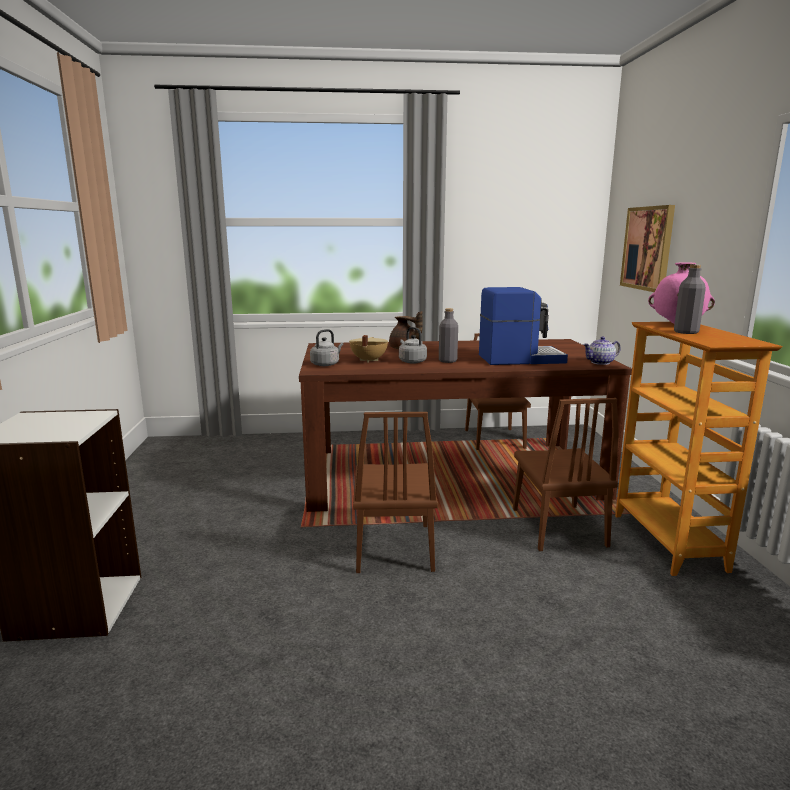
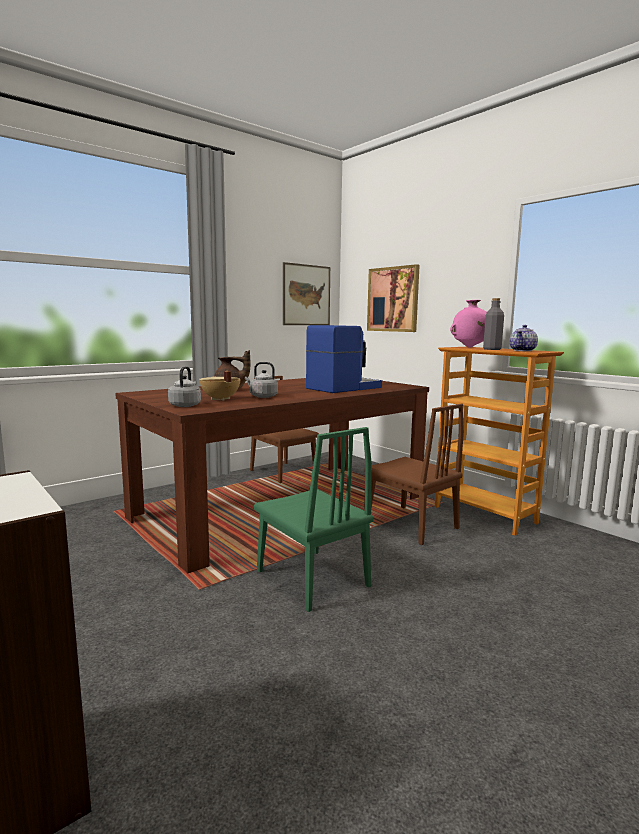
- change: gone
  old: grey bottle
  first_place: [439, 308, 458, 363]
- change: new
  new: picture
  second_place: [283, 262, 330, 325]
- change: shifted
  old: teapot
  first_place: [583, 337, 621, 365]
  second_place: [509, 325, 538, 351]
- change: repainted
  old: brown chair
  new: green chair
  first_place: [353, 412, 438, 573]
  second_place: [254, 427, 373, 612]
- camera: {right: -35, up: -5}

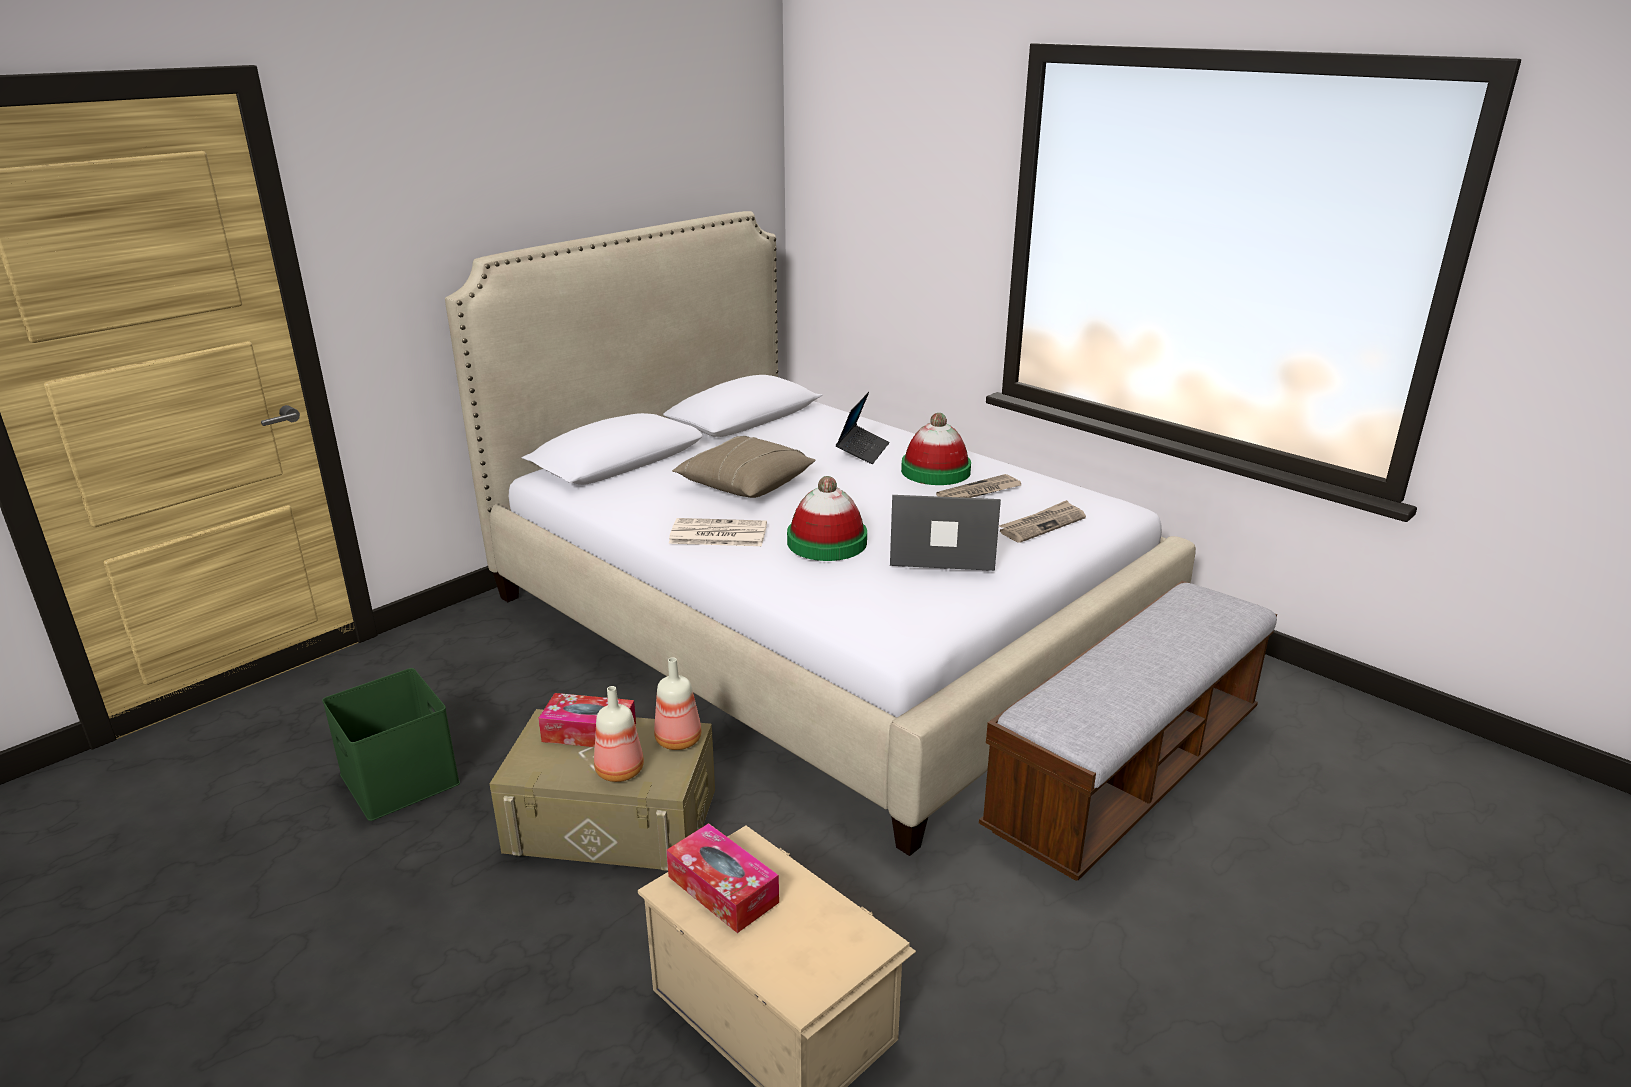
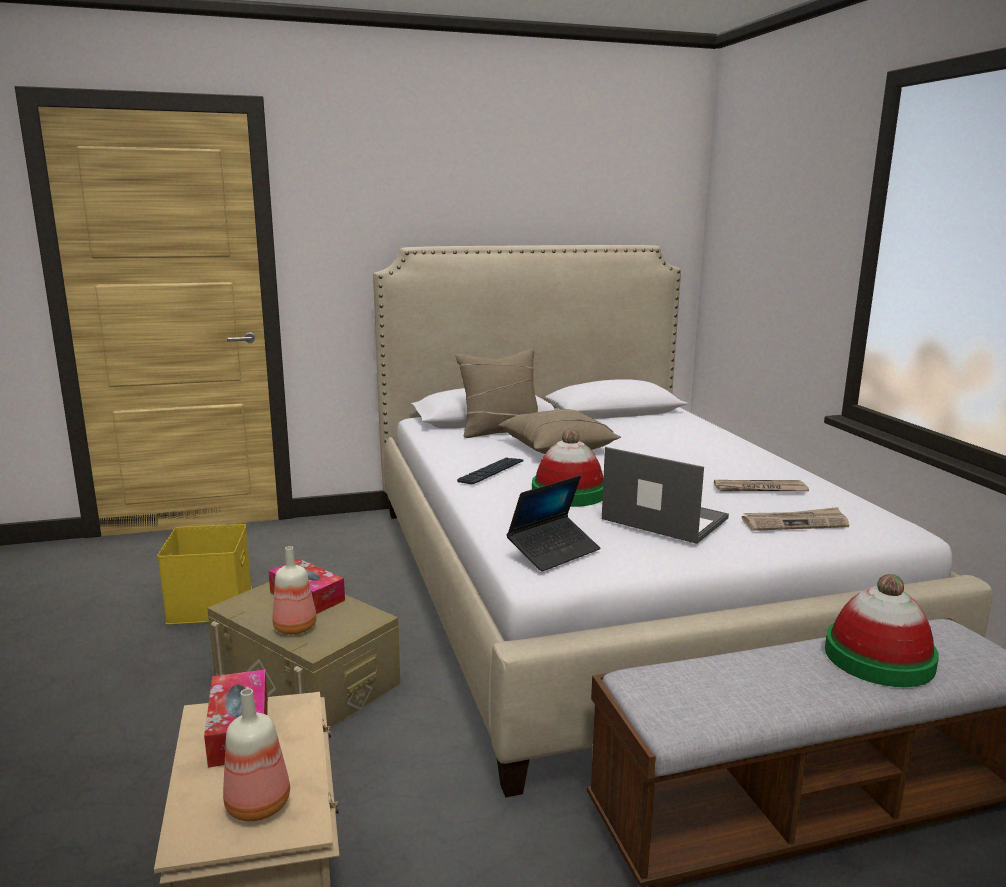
- change: new
  new: beige pillow
  second_place: [455, 349, 538, 438]
- change: shifted
  old: bottle
  first_place: [654, 657, 702, 750]
  second_place: [223, 688, 290, 821]
- change: shifted
  old: laptop
  first_place: [836, 392, 890, 464]
  second_place: [506, 475, 600, 572]
- change: shifted
  old: hat
  first_place: [901, 413, 971, 485]
  second_place: [825, 574, 939, 687]
- change: swapped
  old: newspaper
  new: keyboard
  first_place: [669, 518, 767, 546]
  second_place: [457, 458, 523, 485]
- change: repainted
  old: green storage box
  new: yellow storage box
  first_place: [322, 668, 460, 821]
  second_place: [157, 524, 252, 625]
- camera: {right: 30, up: -10}

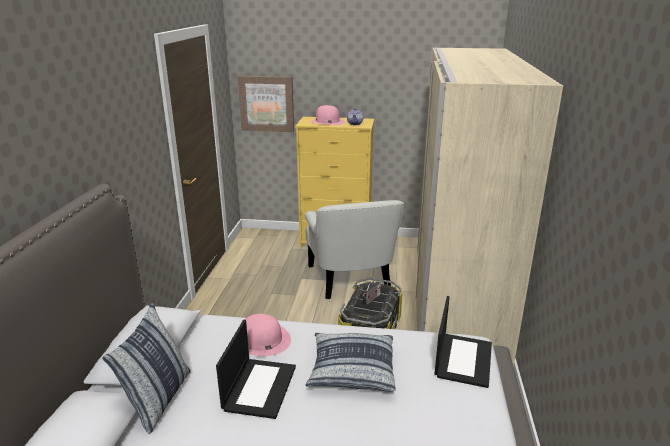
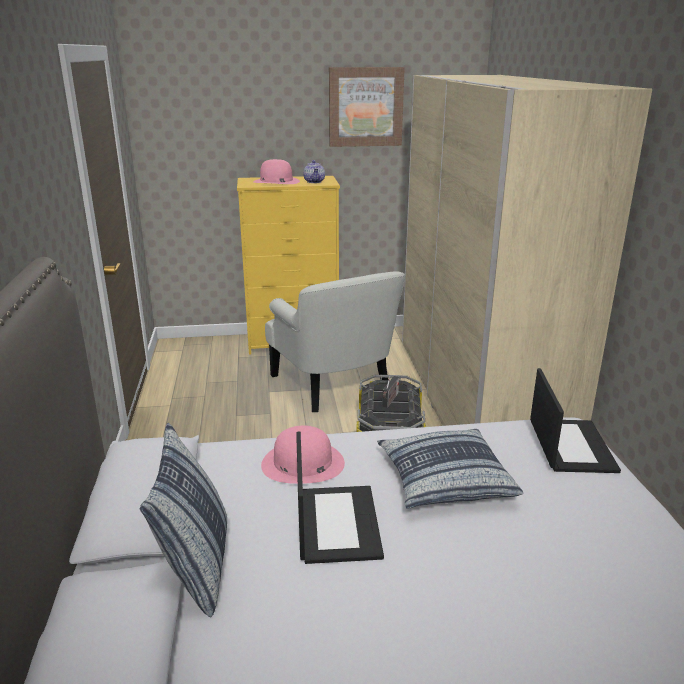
- change: shifted
  old: picture
  first_place: [238, 76, 294, 132]
  second_place: [329, 67, 405, 147]
- camera: {right: -15, up: 0}

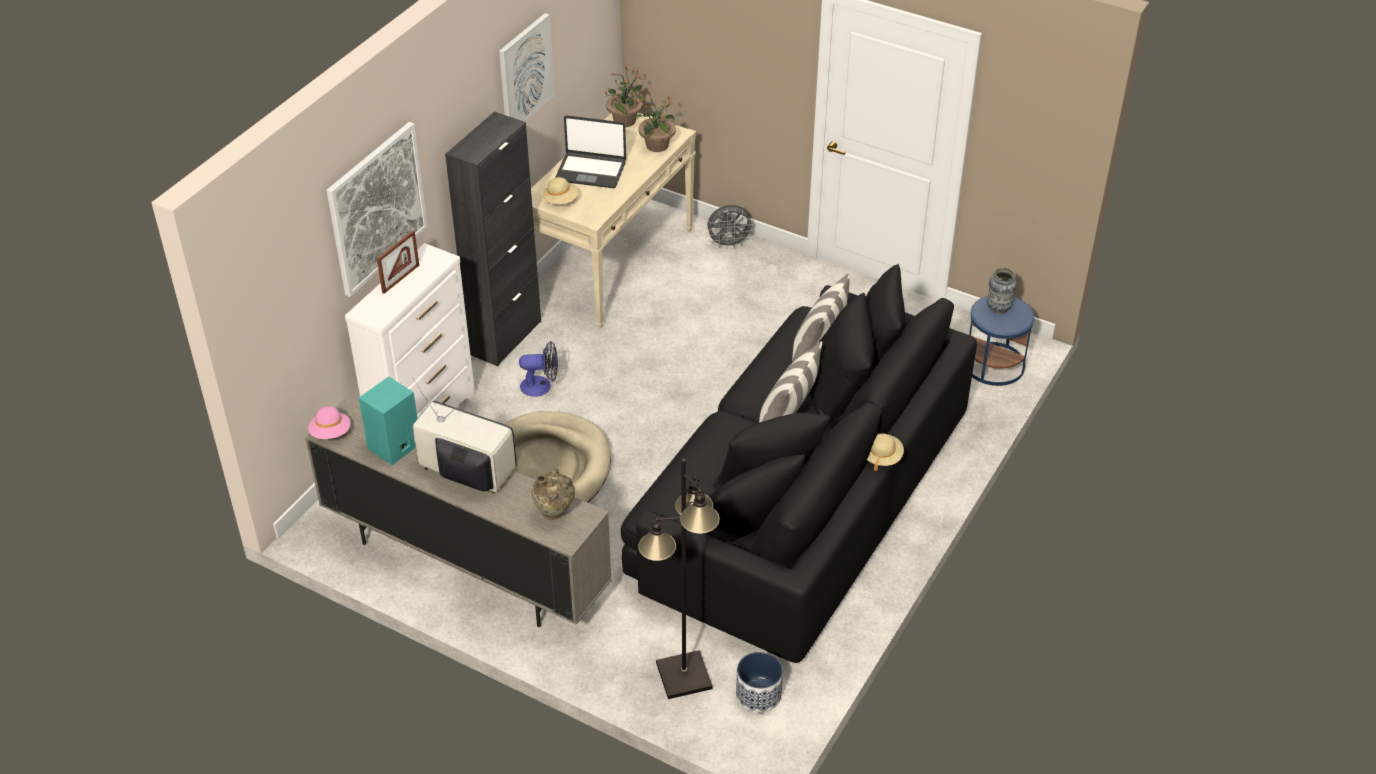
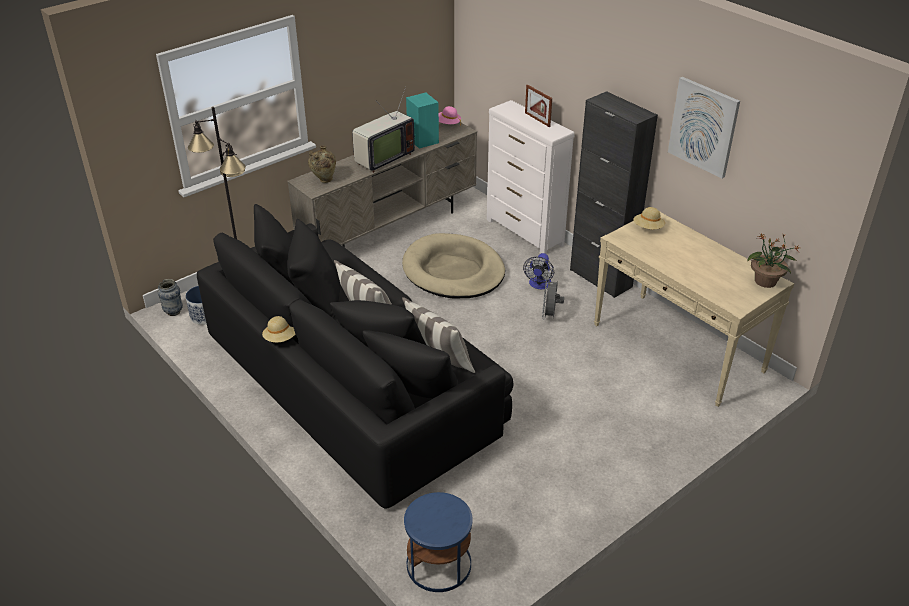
- change: gone
  old: picture
  first_place: [326, 122, 428, 297]
- change: gone
  old: laptop
  first_place: [555, 116, 626, 188]
- change: gone
  old: potted plant
  first_place: [633, 90, 676, 152]
- change: shifted
  old: grey fan
  first_place: [706, 205, 755, 249]
  second_place: [542, 277, 564, 320]
- change: shifted
  old: vase
  first_place: [987, 267, 1017, 314]
  second_place: [158, 279, 183, 316]
- camera: {right: 110, up: -5}

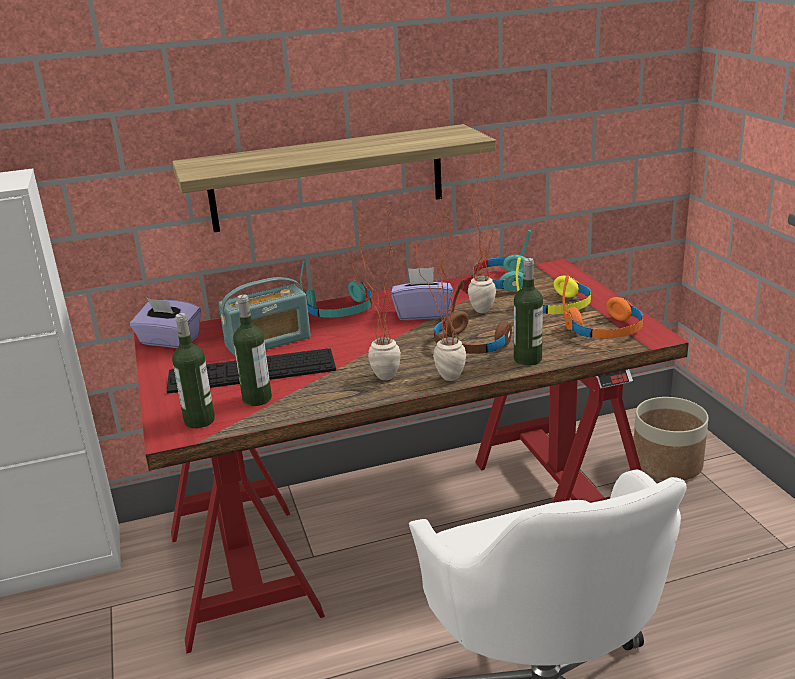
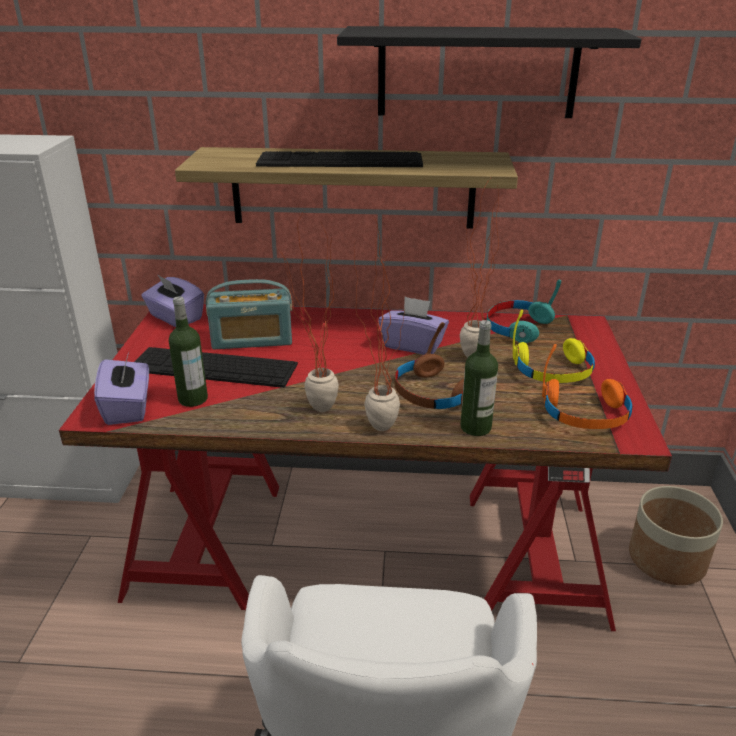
- change: gone
  old: turquoise headphones
  first_place: [300, 261, 372, 318]
- change: new
  new: keyboard
  second_place: [256, 151, 423, 167]
- change: new
  new: black shelf
  second_place: [337, 26, 641, 118]
- change: swapped
  old: bottle
  new: purple tissue box
  first_place: [172, 313, 215, 428]
  second_place: [94, 353, 149, 425]
- camera: {right: 20, up: 5}

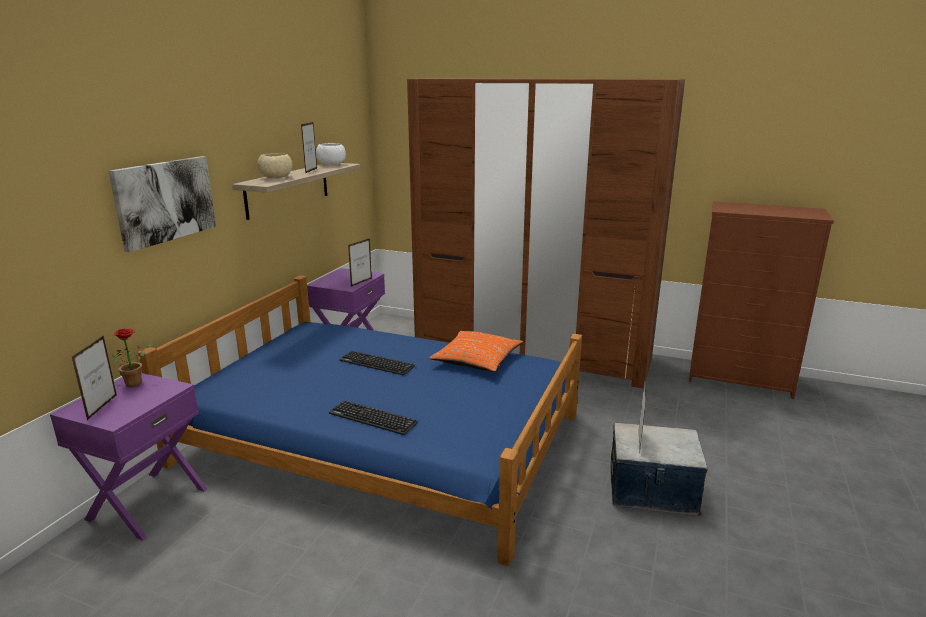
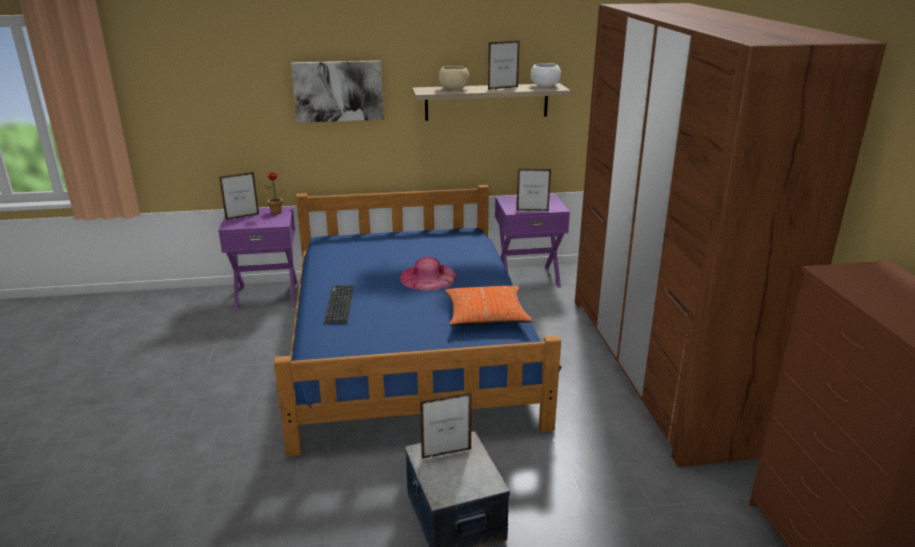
- change: swapped
  old: keyboard
  new: pink hat
  first_place: [339, 351, 415, 375]
  second_place: [399, 257, 457, 291]
- camera: {right: 60, up: 5}

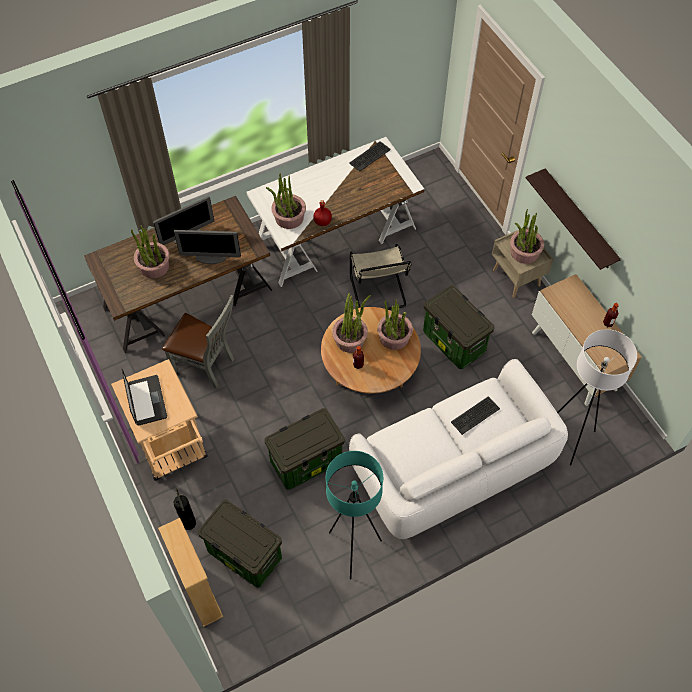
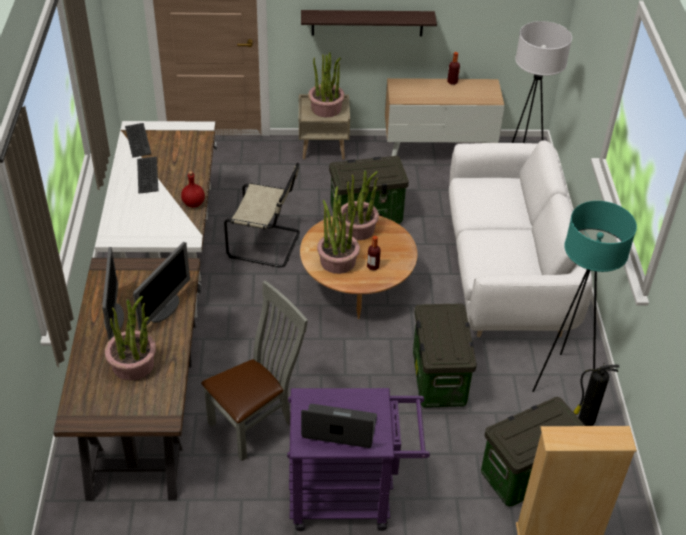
- change: gone
  old: potted plant
  first_place: [266, 173, 306, 229]
- change: shifted
  old: fire extinguisher
  first_place: [173, 489, 196, 530]
  second_place: [573, 363, 619, 426]
- change: shifted
  old: keyboard
  first_place: [451, 396, 500, 435]
  second_place: [137, 157, 159, 194]
- change: repainted
  old: beige cart
  new: purple cart
  first_place: [111, 359, 208, 481]
  second_place: [287, 388, 430, 531]
- camera: {right: -65, up: -15}

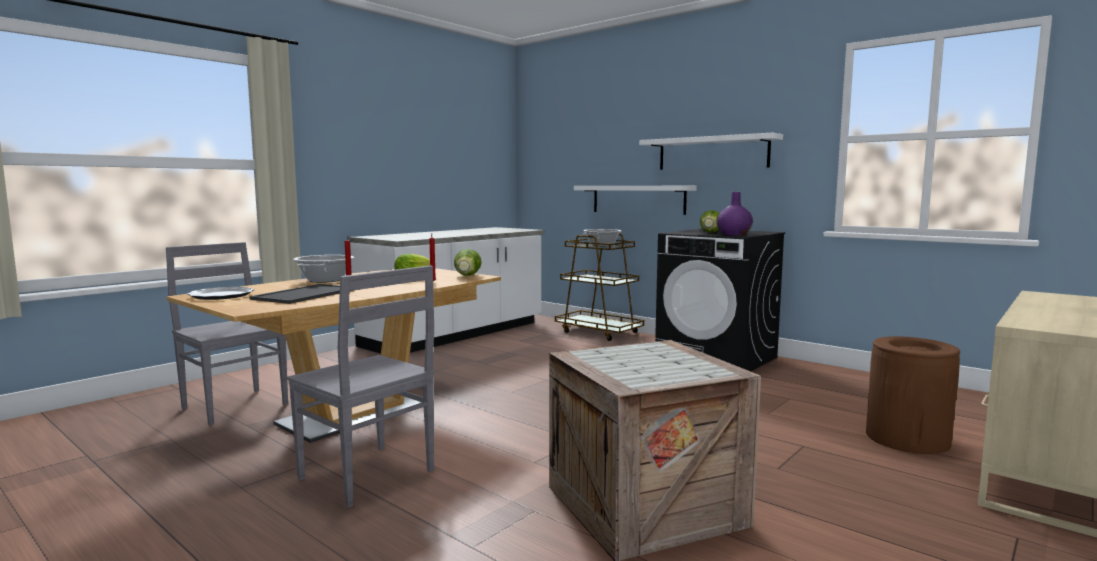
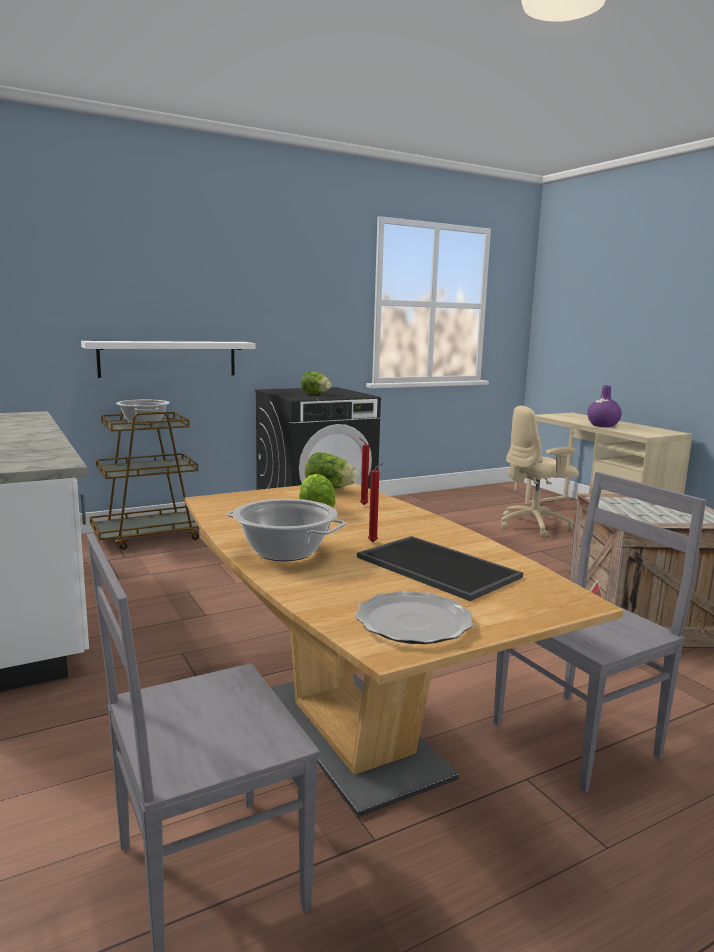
- change: gone
  old: white shelf
  first_place: [639, 132, 783, 170]
- change: shifted
  old: purple vase
  first_place: [717, 192, 753, 236]
  second_place: [587, 385, 622, 427]
- change: swapped
  old: brown trash can
  new: beige office chair
  first_place: [866, 336, 960, 454]
  second_place: [500, 406, 579, 537]
- camera: {right: -70, up: 5}

